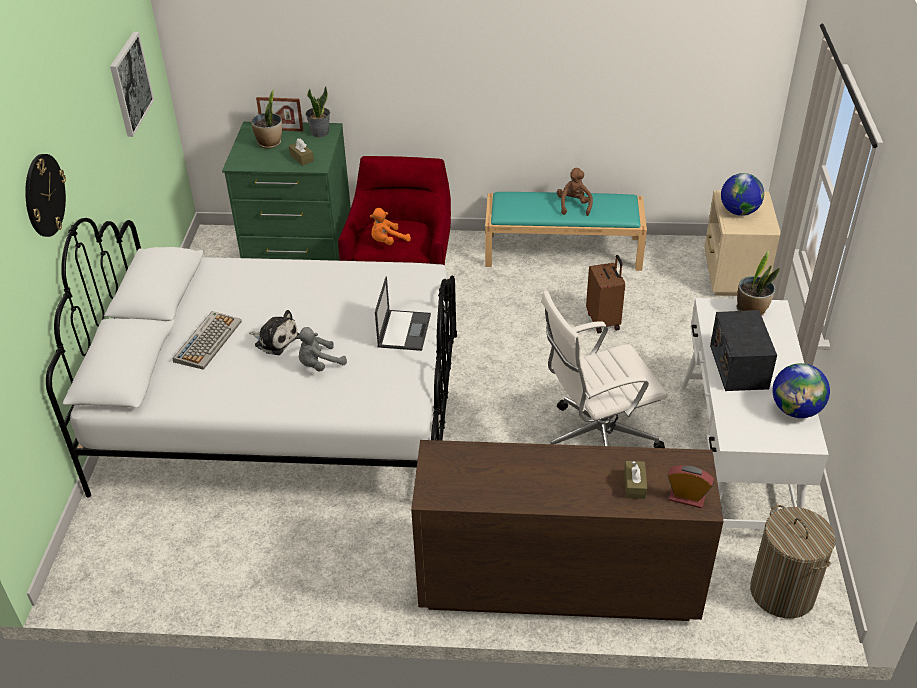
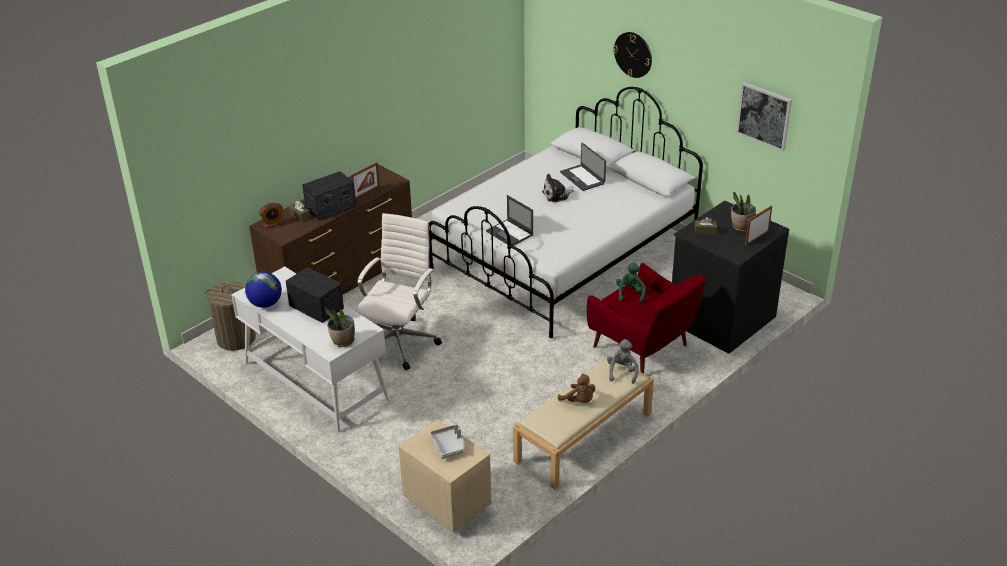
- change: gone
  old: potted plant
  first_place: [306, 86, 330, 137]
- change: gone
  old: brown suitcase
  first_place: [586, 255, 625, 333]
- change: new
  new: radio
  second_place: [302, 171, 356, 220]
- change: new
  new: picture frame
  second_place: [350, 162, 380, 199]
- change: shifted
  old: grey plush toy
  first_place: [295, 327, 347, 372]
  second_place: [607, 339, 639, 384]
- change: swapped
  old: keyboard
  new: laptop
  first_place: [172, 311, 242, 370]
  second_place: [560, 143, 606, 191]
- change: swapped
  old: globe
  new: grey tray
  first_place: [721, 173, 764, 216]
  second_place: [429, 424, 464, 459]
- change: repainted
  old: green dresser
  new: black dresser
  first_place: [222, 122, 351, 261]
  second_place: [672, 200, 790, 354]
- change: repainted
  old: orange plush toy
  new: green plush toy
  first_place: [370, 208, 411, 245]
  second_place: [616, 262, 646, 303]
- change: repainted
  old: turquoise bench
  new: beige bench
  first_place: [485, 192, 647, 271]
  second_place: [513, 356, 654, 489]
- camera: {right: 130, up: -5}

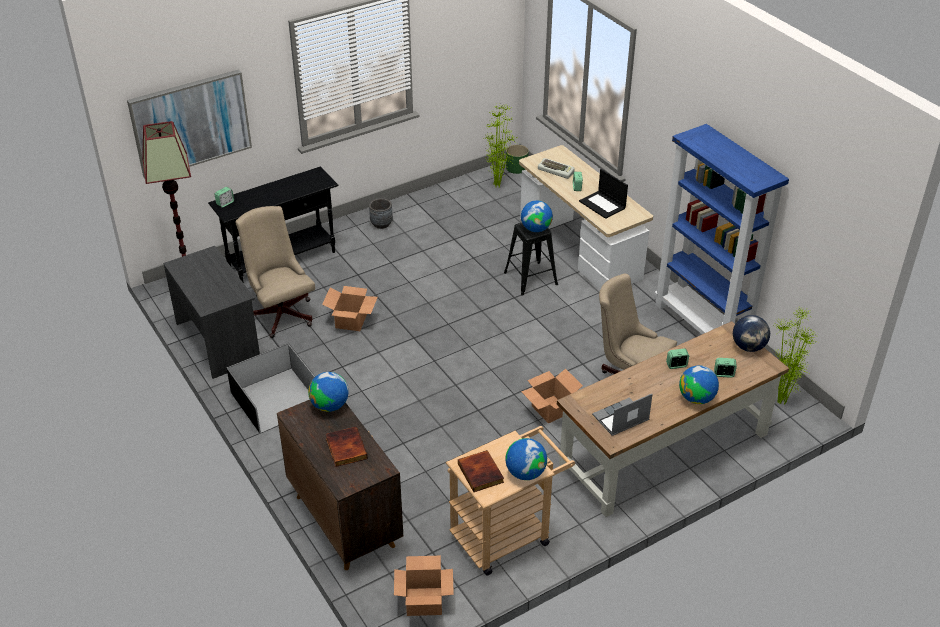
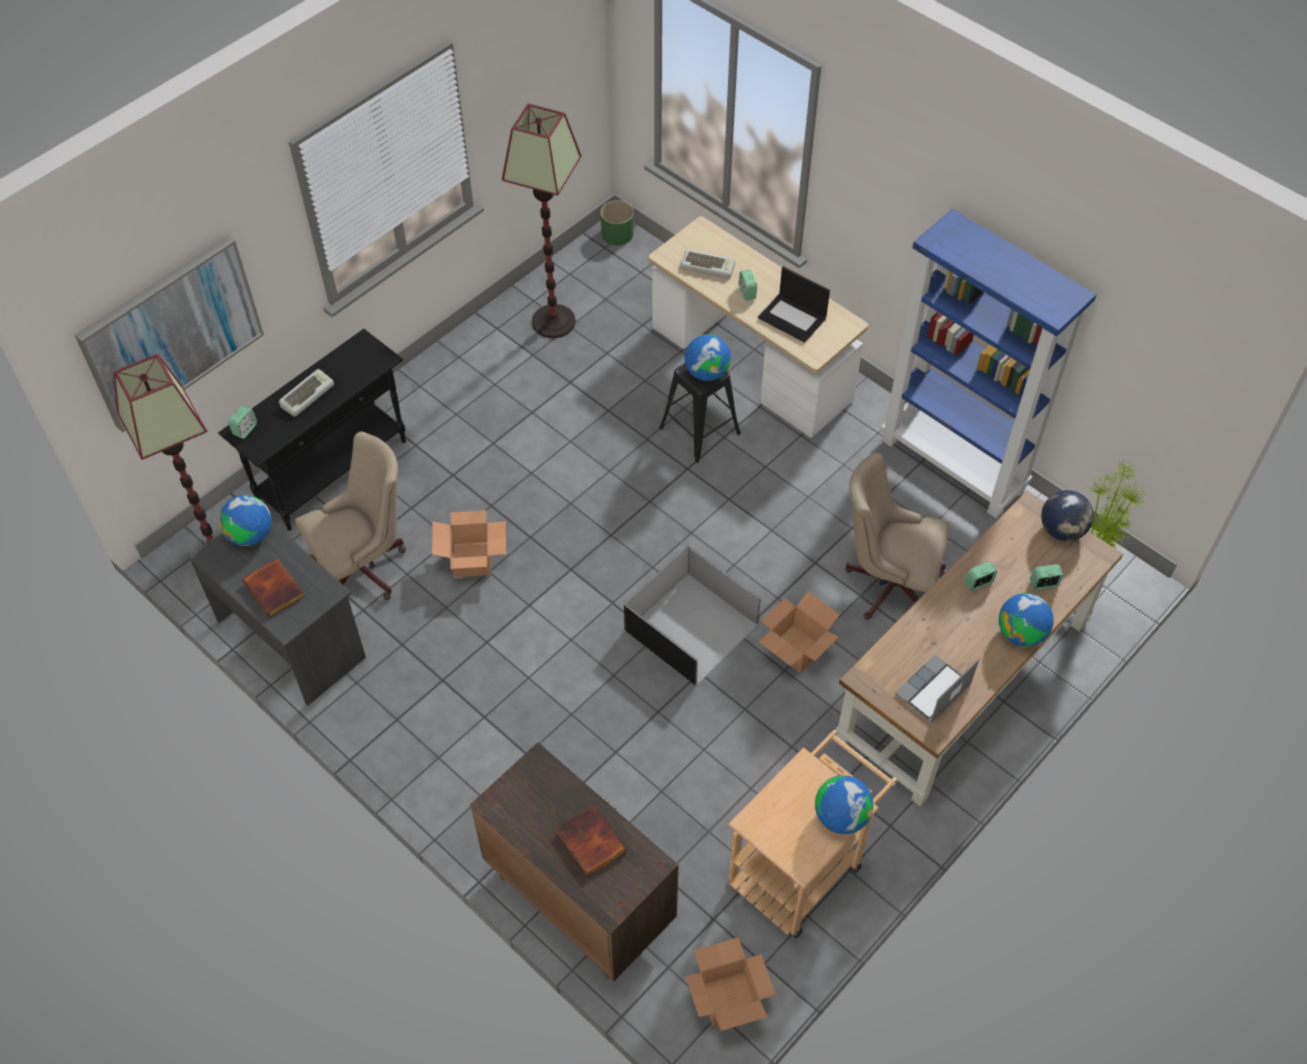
- change: gone
  old: grey planter
  first_place: [369, 198, 393, 229]
- change: gone
  old: potted plant
  first_place: [484, 104, 518, 188]
- change: new
  new: keyboard
  second_place: [279, 369, 334, 417]
- change: new
  new: floor lamp
  second_place: [502, 103, 582, 338]
- change: shifted
  old: black storage box
  first_place: [226, 343, 315, 433]
  second_place: [624, 545, 761, 685]
- change: shifted
  old: globe
  first_place: [308, 372, 349, 412]
  second_place: [219, 495, 272, 546]
- change: shifted
  old: book
  first_place: [458, 450, 504, 492]
  second_place: [242, 558, 305, 618]
- change: rotated
  old: beige office chair
  first_place: [235, 206, 315, 338]
  second_place: [295, 432, 406, 600]
  degrees: 105
- camera: {right: -15, up: 15}

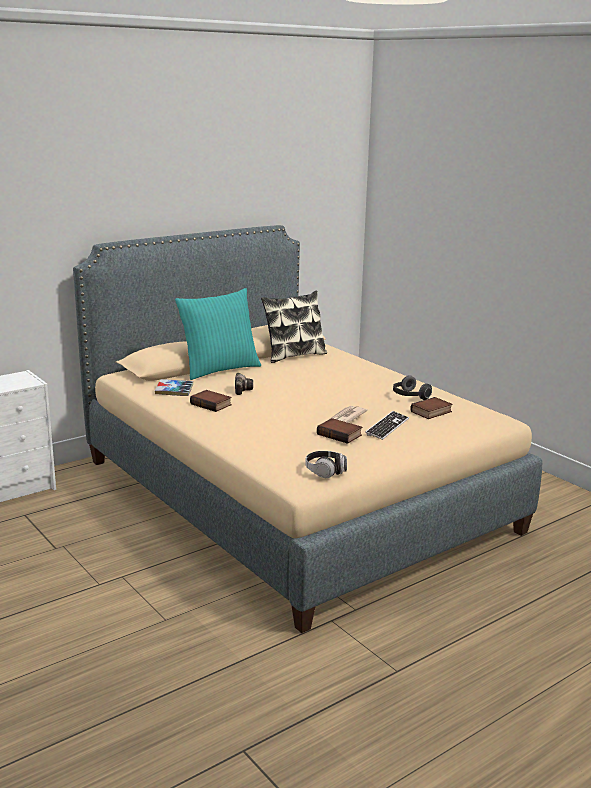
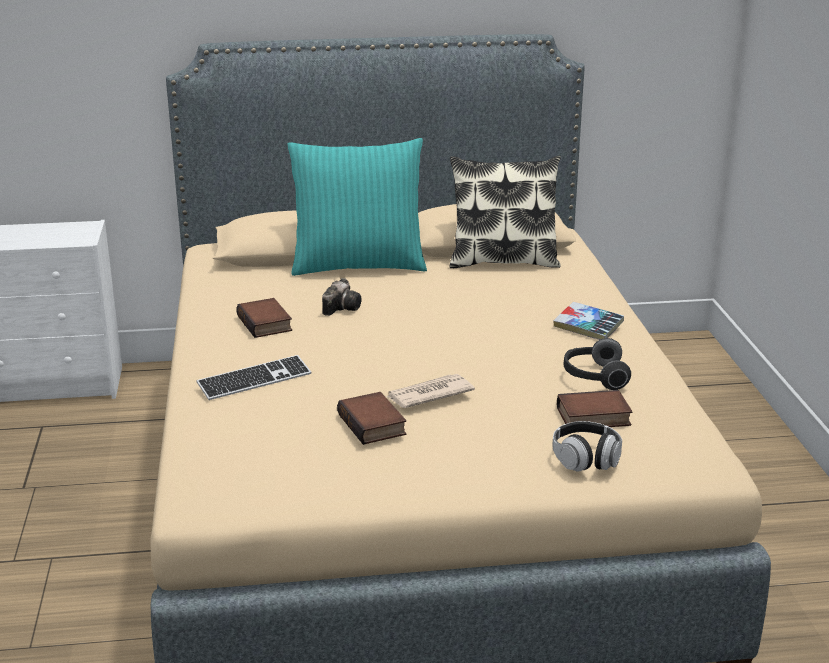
- change: shifted
  old: book
  first_place: [155, 379, 193, 396]
  second_place: [553, 302, 624, 340]
- change: shifted
  old: headphones
  first_place: [305, 451, 347, 478]
  second_place: [552, 421, 622, 472]
- change: shifted
  old: keyboard
  first_place: [365, 411, 409, 440]
  second_place: [196, 355, 311, 400]
- camera: {right: 30, up: 5}

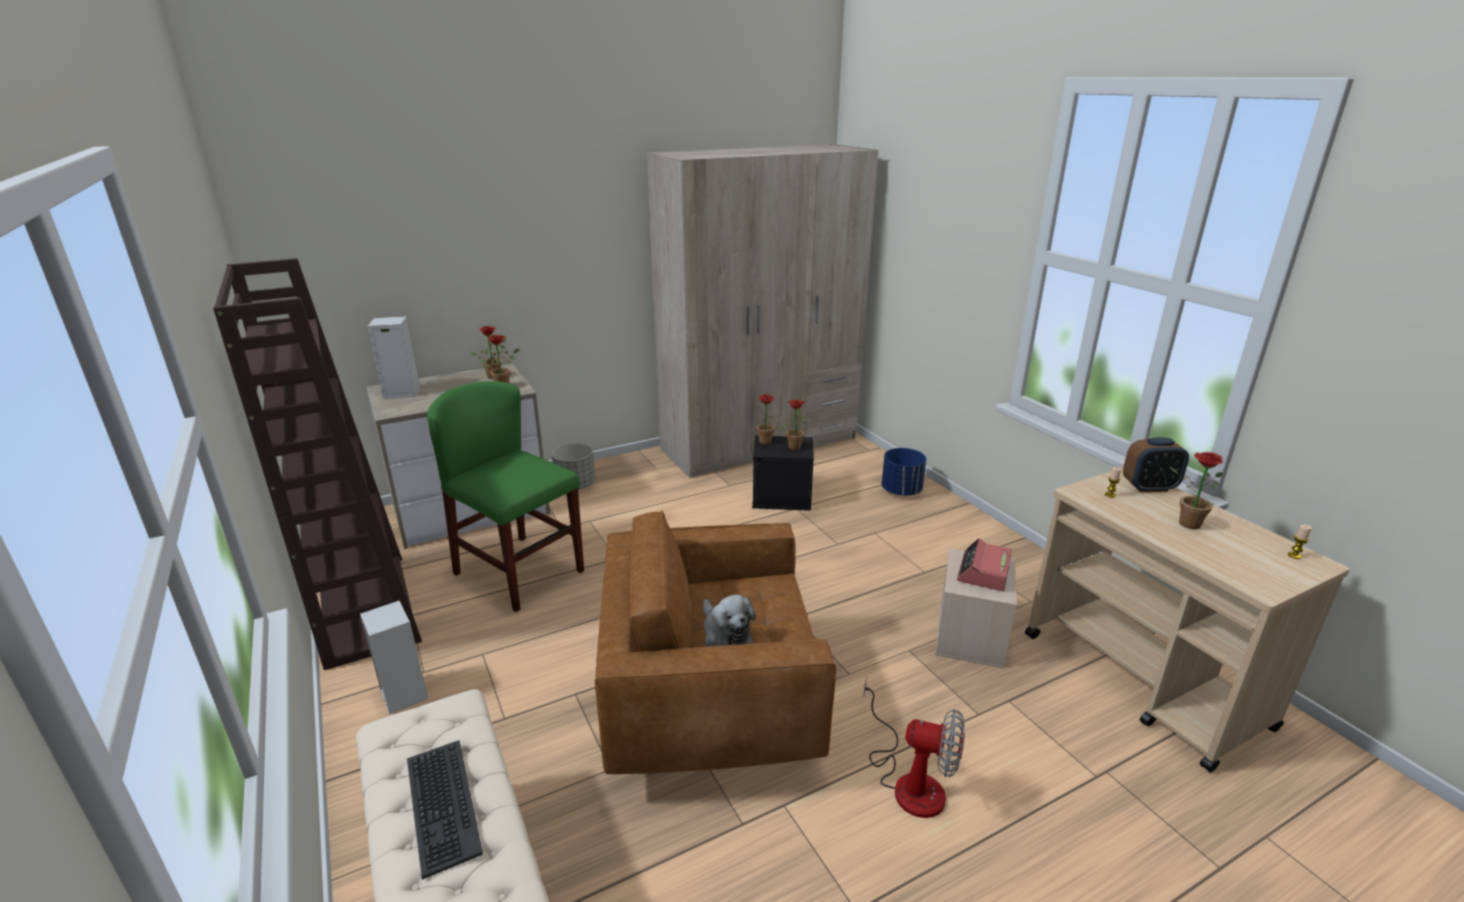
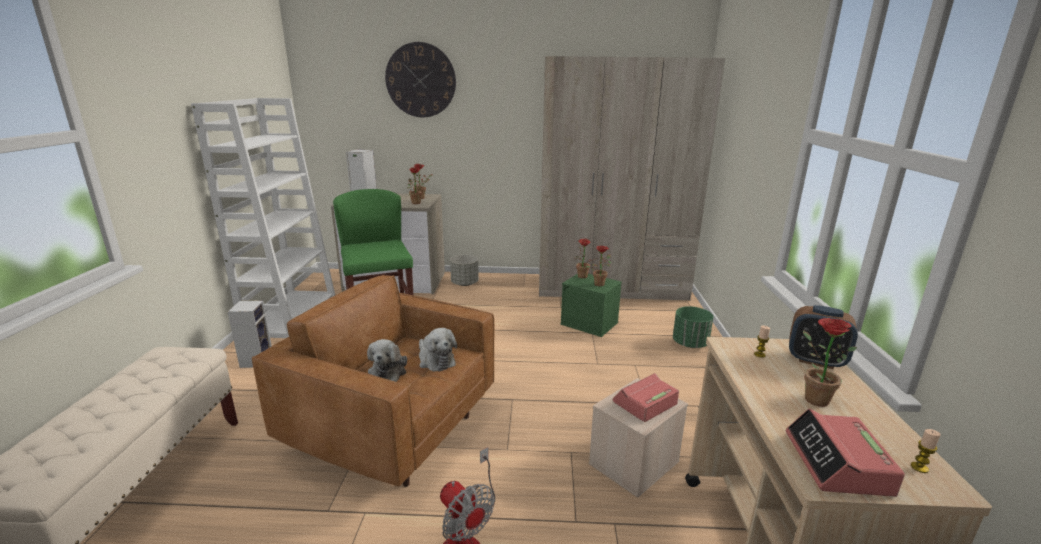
- change: gone
  old: keyboard
  first_place: [407, 740, 483, 880]
- change: new
  new: wall clock
  second_place: [385, 42, 456, 118]
- change: new
  new: plush toy
  second_place: [419, 328, 457, 372]
- change: new
  new: alarm clock
  second_place: [786, 409, 905, 497]
- change: repainted
  old: brown bookcase
  new: white bookcase
  first_place: [213, 258, 422, 670]
  second_place: [191, 98, 335, 338]
- change: repainted
  old: black storage box
  new: green storage box
  first_place: [752, 436, 814, 511]
  second_place: [560, 274, 622, 337]
- change: repainted
  old: blue planter
  new: green planter
  first_place: [882, 448, 926, 496]
  second_place: [673, 306, 713, 348]
- camera: {right: 30, up: -5}

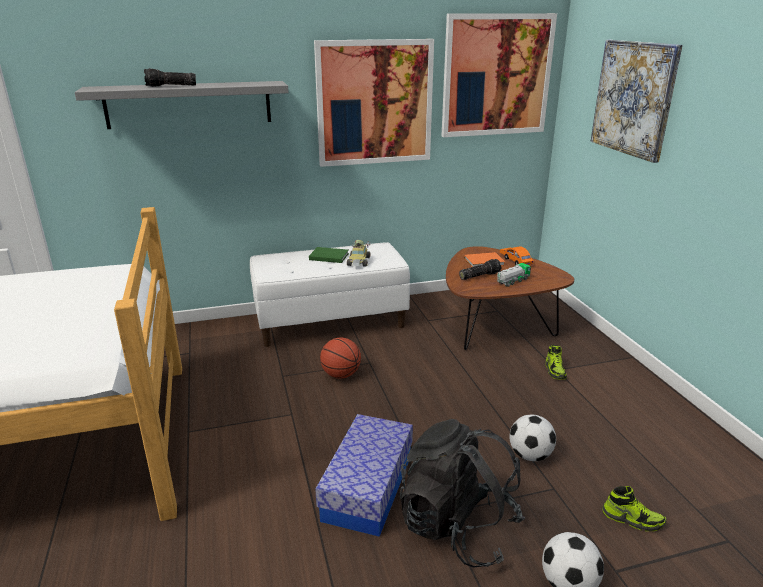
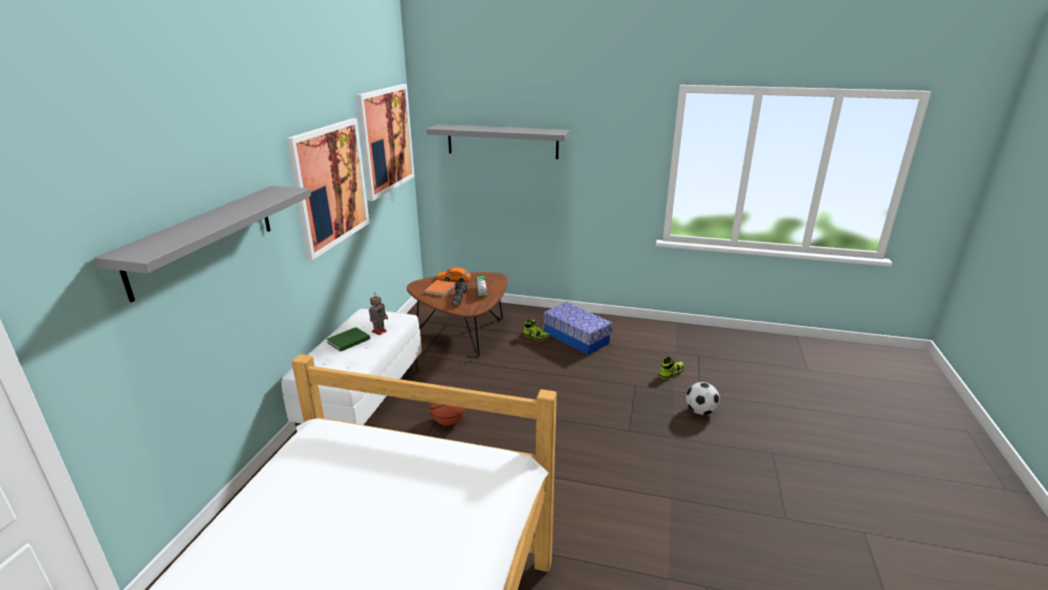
- change: gone
  old: flashlight
  first_place: [144, 68, 196, 87]
- change: gone
  old: black backpack
  first_place: [400, 419, 525, 568]
- change: gone
  old: football
  first_place: [509, 415, 556, 461]
- change: shifted
  old: storage box
  first_place: [315, 414, 413, 537]
  second_place: [543, 302, 613, 355]
- change: swapped
  old: toy car
  new: toy robot
  first_place: [347, 240, 371, 267]
  second_place: [369, 295, 388, 335]
- change: swapped
  old: picture
  new: grey shelf
  first_place: [591, 40, 683, 163]
  second_place: [427, 124, 570, 159]
- camera: {right: -60, up: 0}

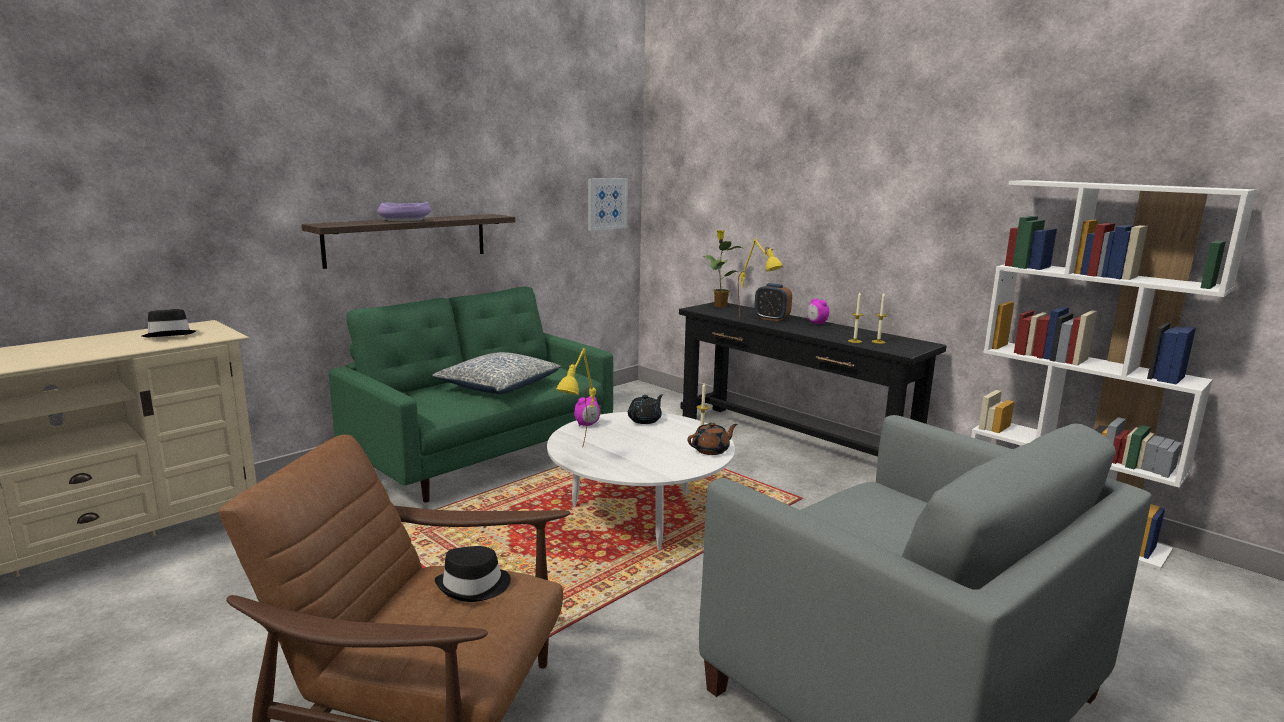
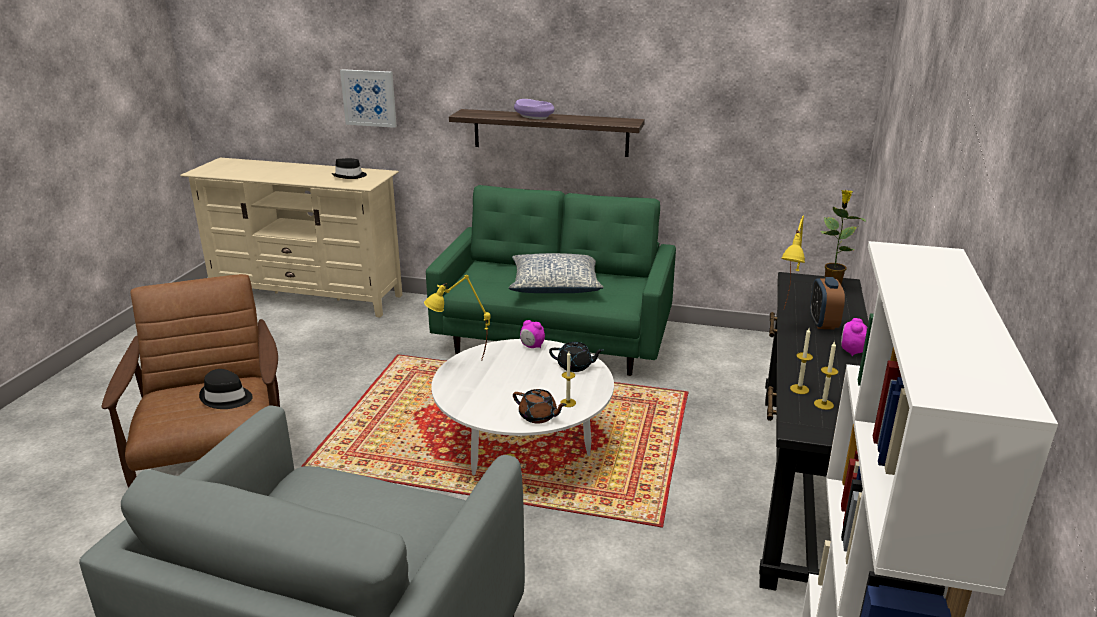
- change: shifted
  old: picture
  first_place: [588, 178, 628, 231]
  second_place: [340, 69, 397, 128]
- camera: {right: 60, up: 10}

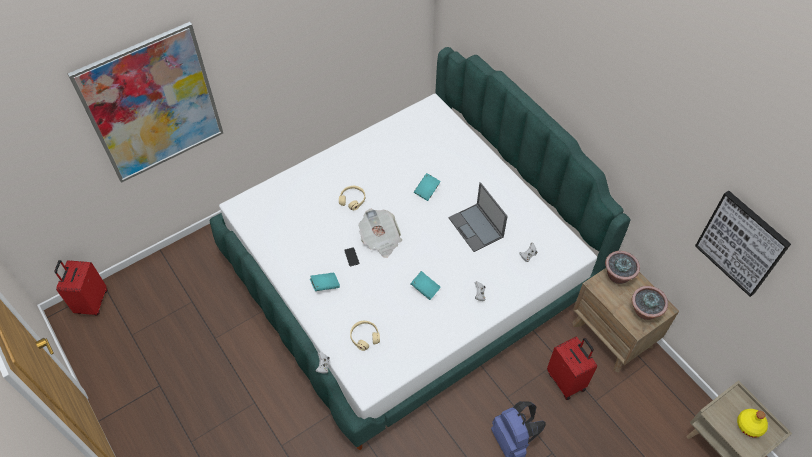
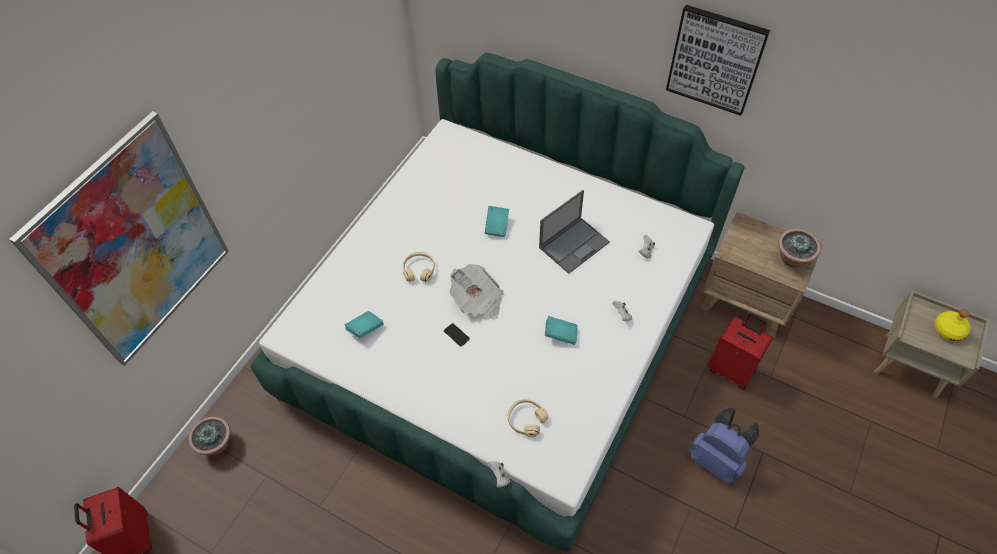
- change: shifted
  old: turquoise book
  first_place: [310, 273, 340, 291]
  second_place: [344, 311, 383, 339]
- change: shifted
  old: potted plant
  first_place: [605, 251, 640, 284]
  second_place: [188, 417, 230, 455]
- change: shifted
  old: picture
  first_place: [695, 191, 791, 297]
  second_place: [666, 5, 770, 116]
- change: rotated
  old: laptop
  first_place: [448, 182, 508, 252]
  second_place: [539, 190, 610, 274]
  degrees: -75
- camera: {right: -25, up: 0}

